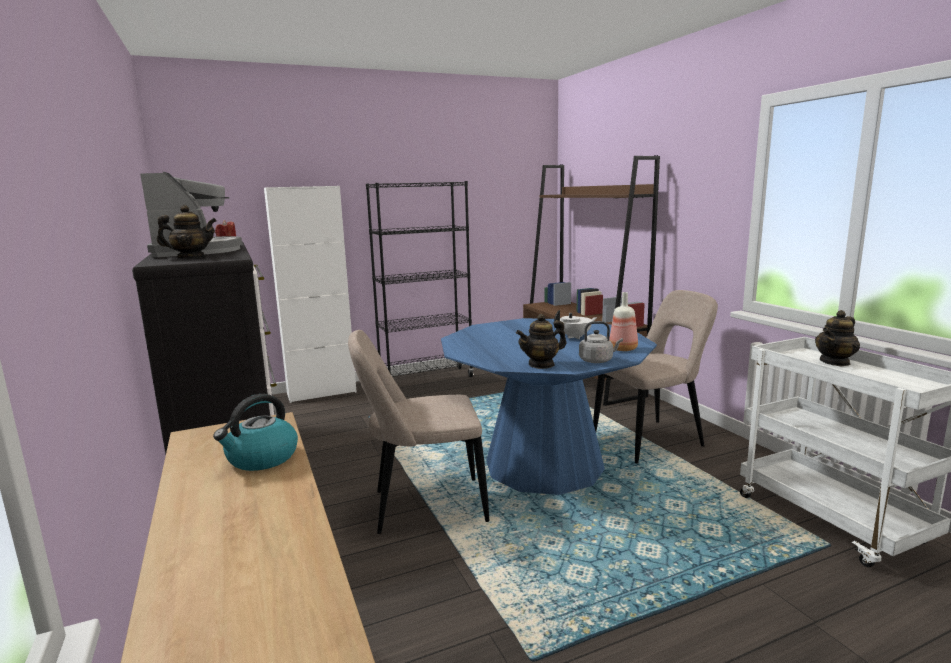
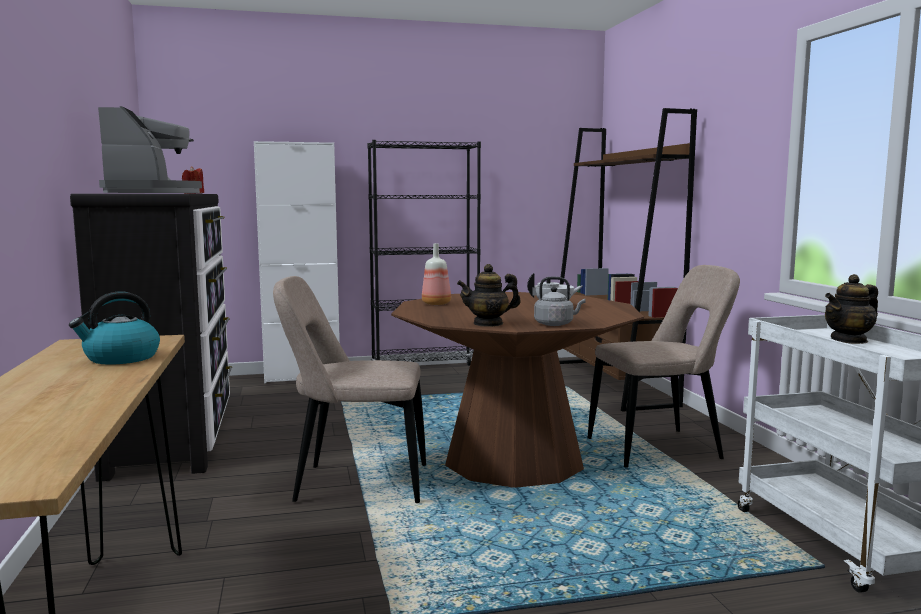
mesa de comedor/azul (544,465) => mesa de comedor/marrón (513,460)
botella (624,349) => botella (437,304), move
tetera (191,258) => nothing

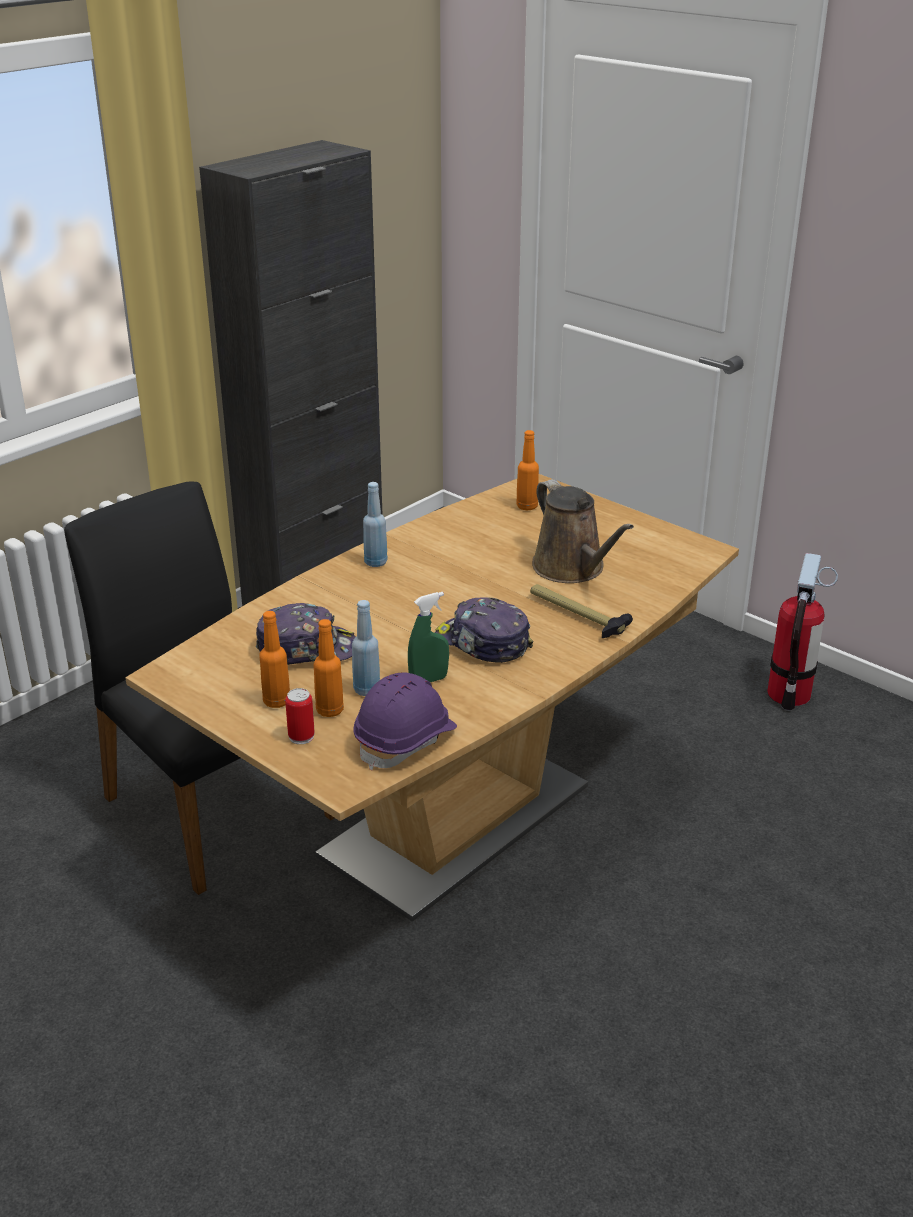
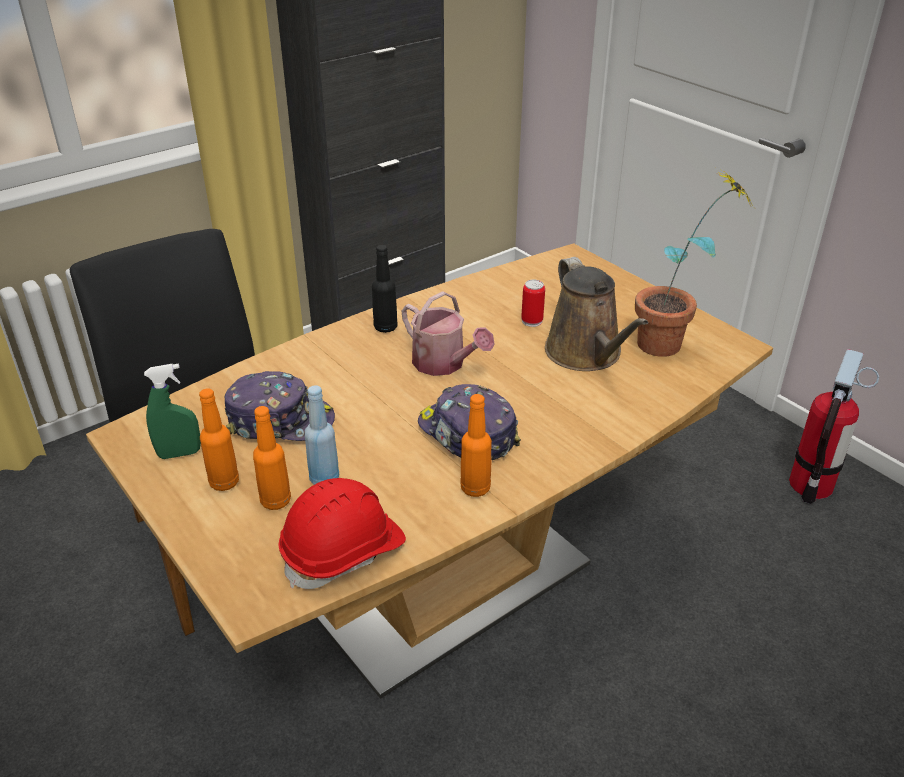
pulverizador/verde (428,680) => pulverizador/verde (179,453), move
casco/morado (406,740) => casco/rojo (344,552)
botella/azul (375,562) => botella/negro (386,327)
nothing => regadera (444,364)
botella/naranja (527,506) => botella/naranja (475,488), move
lata (301,736) => lata (532,321), move
nothing => planta en maceta (673,345)
martillo (576,615) => nothing

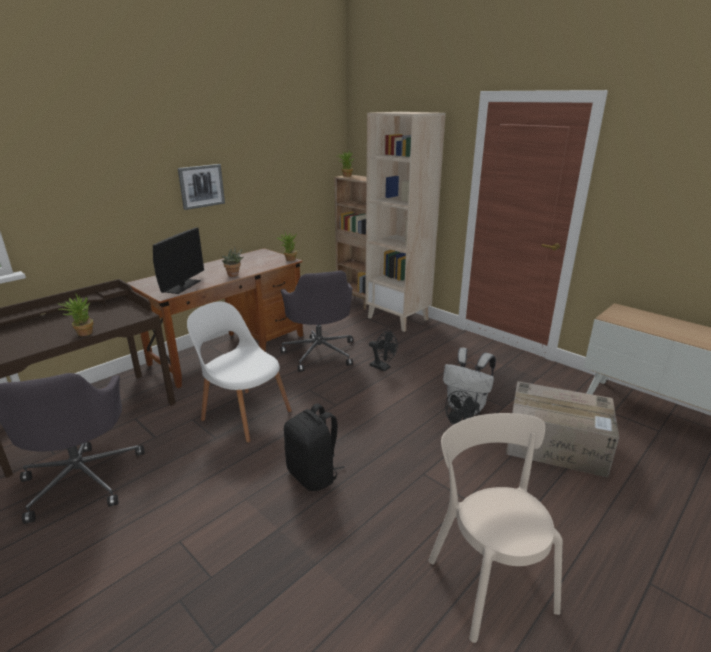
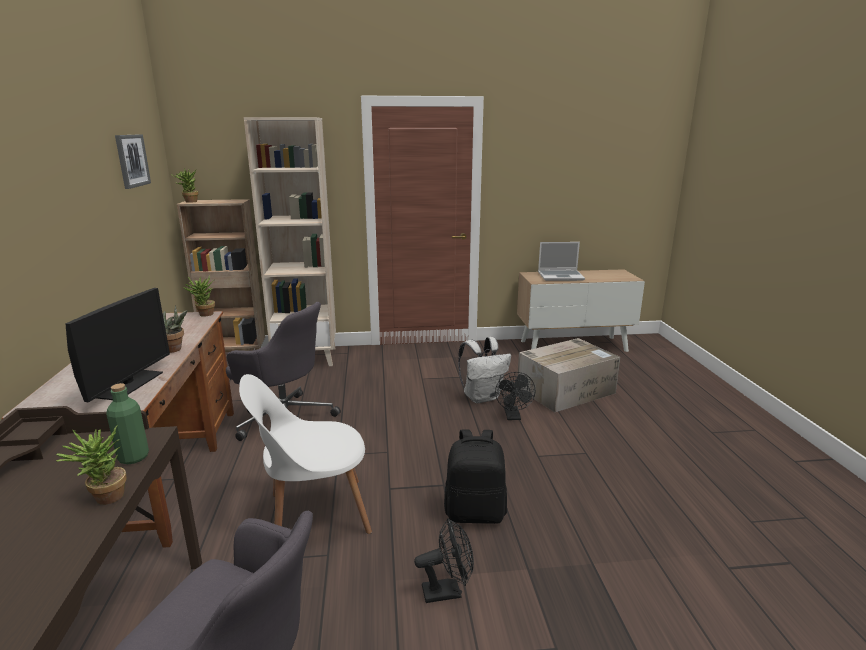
monitor (182,286) => monitor (129,384), 45 degrees clockwise
nothing => botella/verde (133,457)
cuadro (201,186) => cuadro (132,160), move
ventilador/negro (383,367) => ventilador/negro (447,591), move
nothing => portátil (561,276)
silla/beis (487,579) => nothing

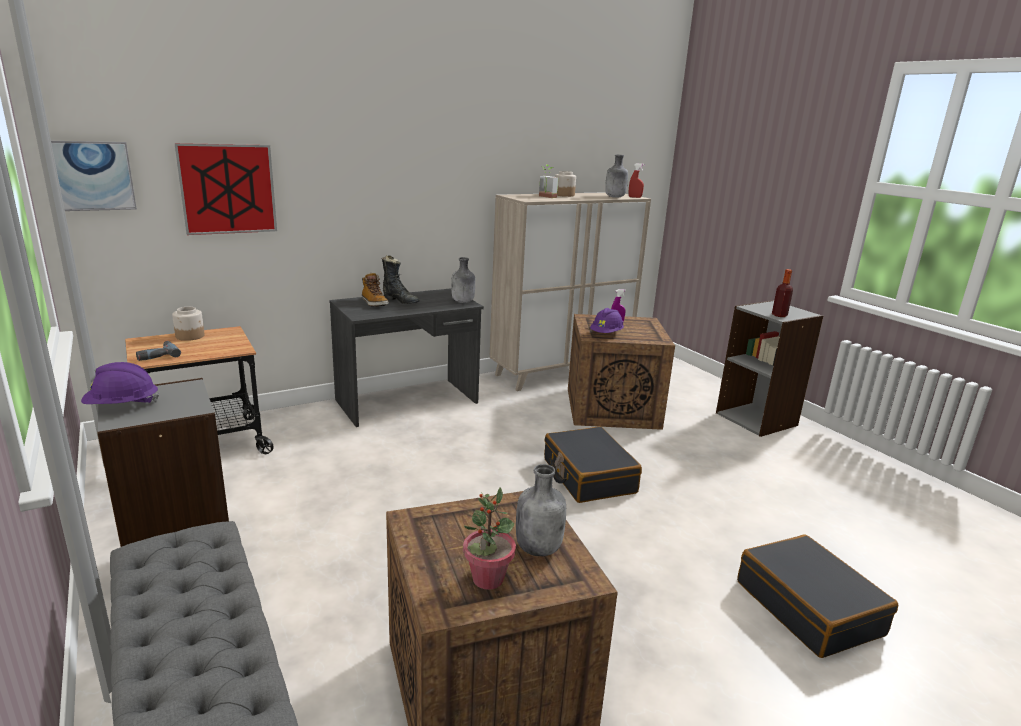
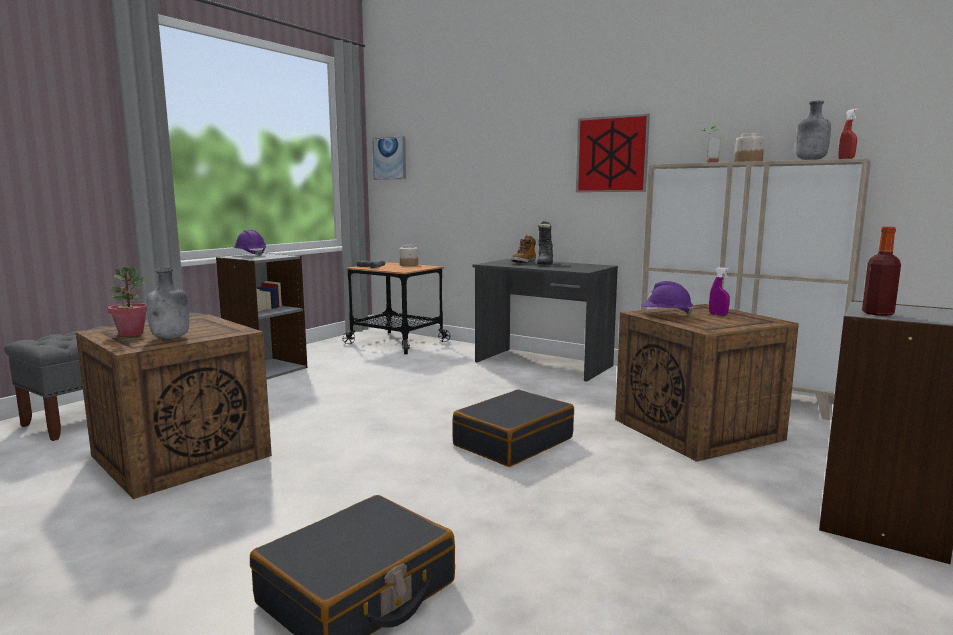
cuadro (228,189) => cuadro (612,154), move
botella/gris (463,302) => nothing

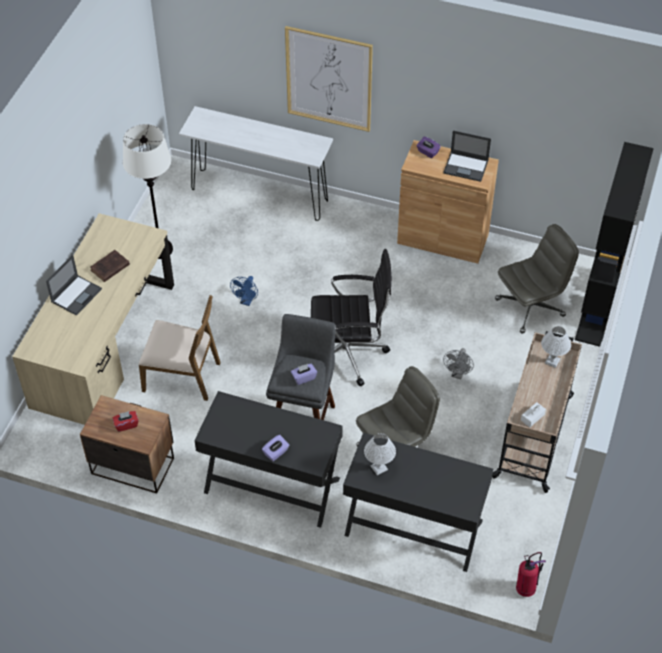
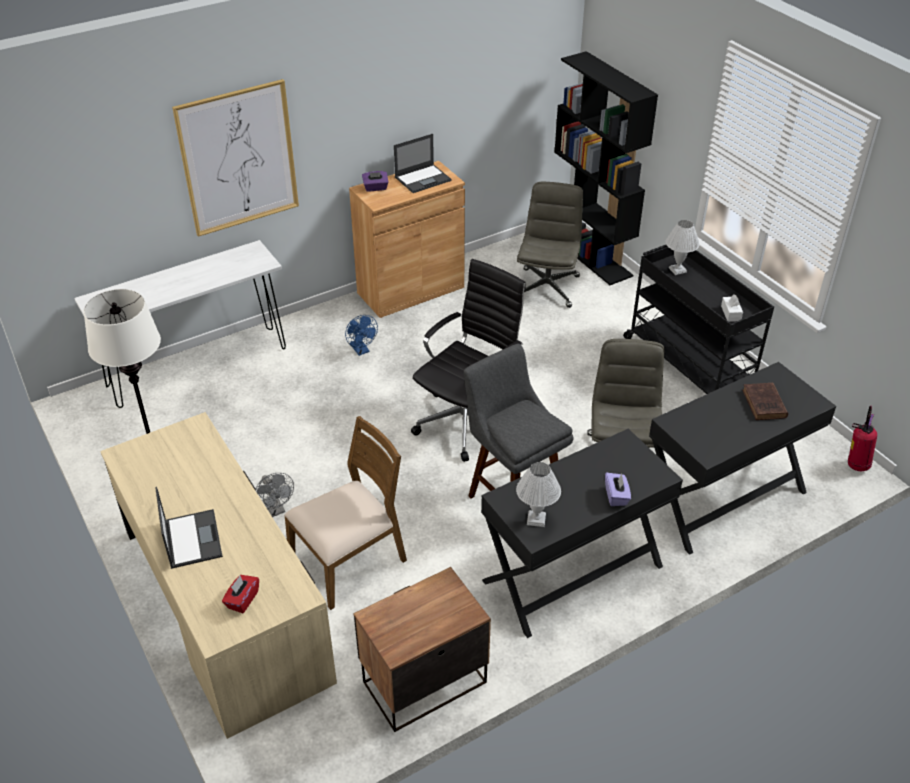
caja de pañuelos/rojo (126,424) => caja de pañuelos/rojo (242,600), move
ventilador/gris (457,374) => ventilador/gris (276,510), move
ventilador/azul (247,301) => ventilador/azul (361,350), move
lámpara de mesa/blanco (379,467) => lámpara de mesa/blanco (536,519), move
carrito/beis (534,435) => carrito/negro (688,363)
libro/marrón (109,268) => libro/marrón (764,405), move
caja de pañuelos/morado (304,377) => nothing

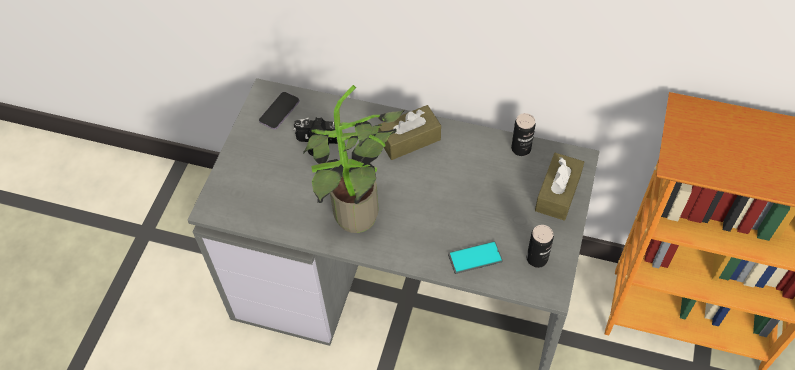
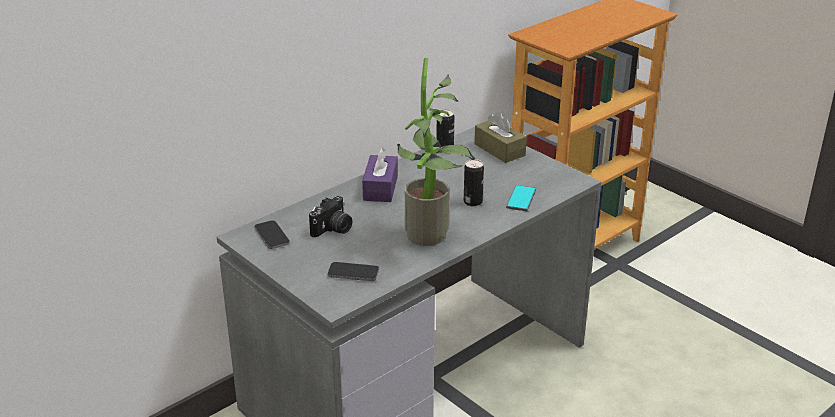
nothing => móvil (353,273)
caja de pañuelos/marrón (409,139) => caja de pañuelos/morado (380,188)
lata (537,258) => lata (473,202), move

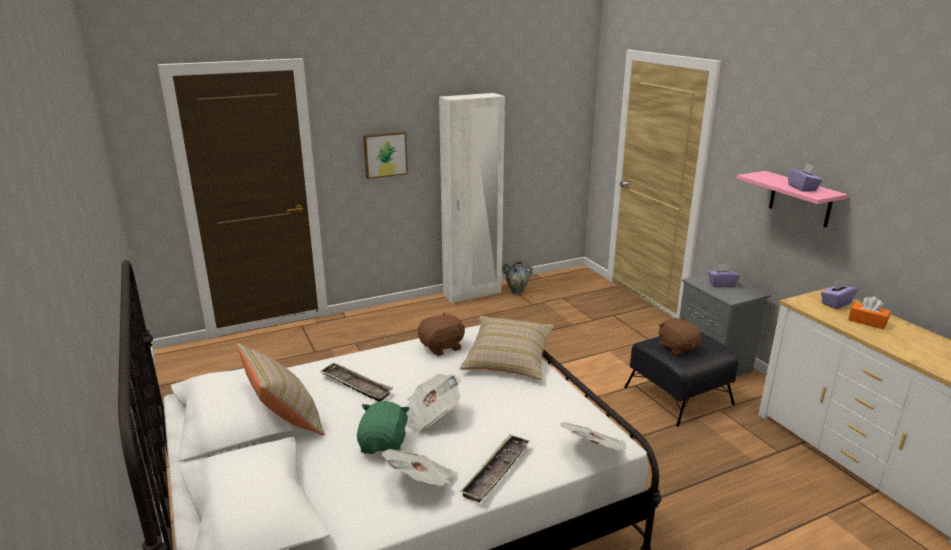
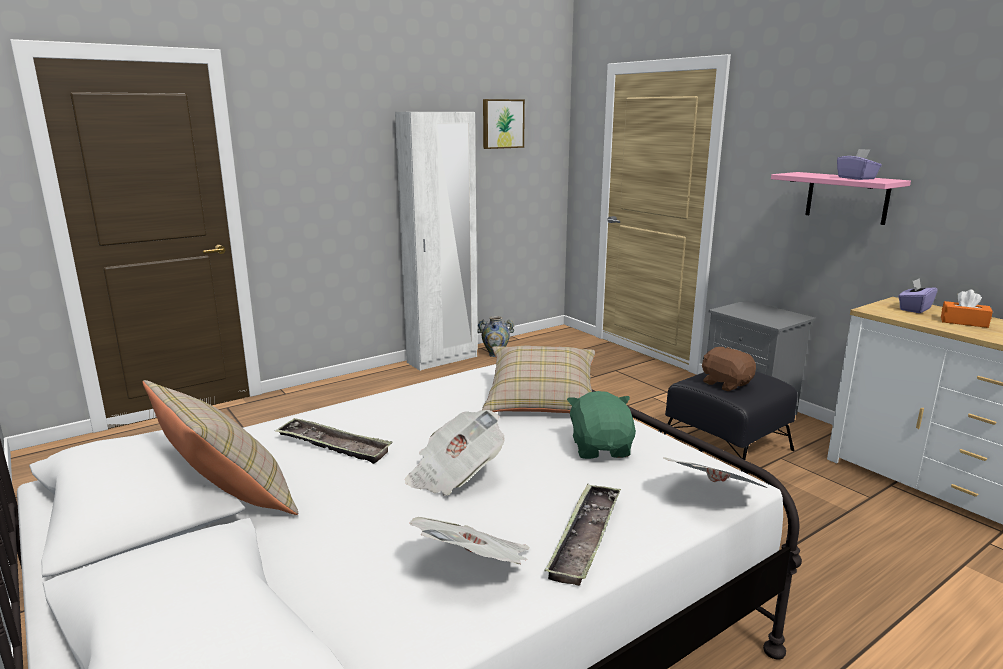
cuadro (385,154) => cuadro (502,124), move
peluche/verde (384,445) => peluche/verde (601,448), move
peluche/marrón (442,347) => nothing
caja de pañuelos/morado (722,284) => nothing

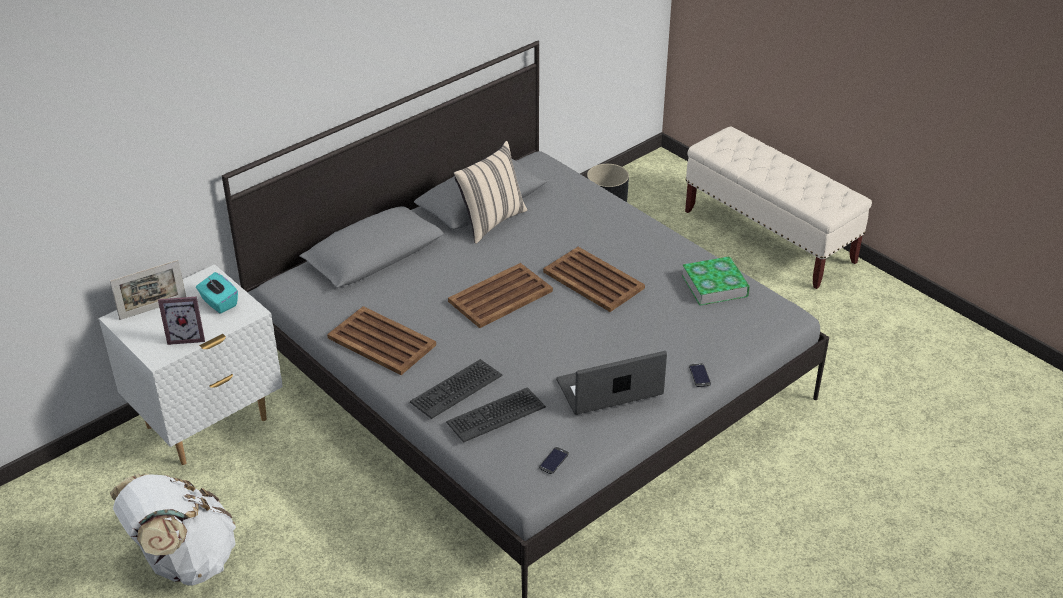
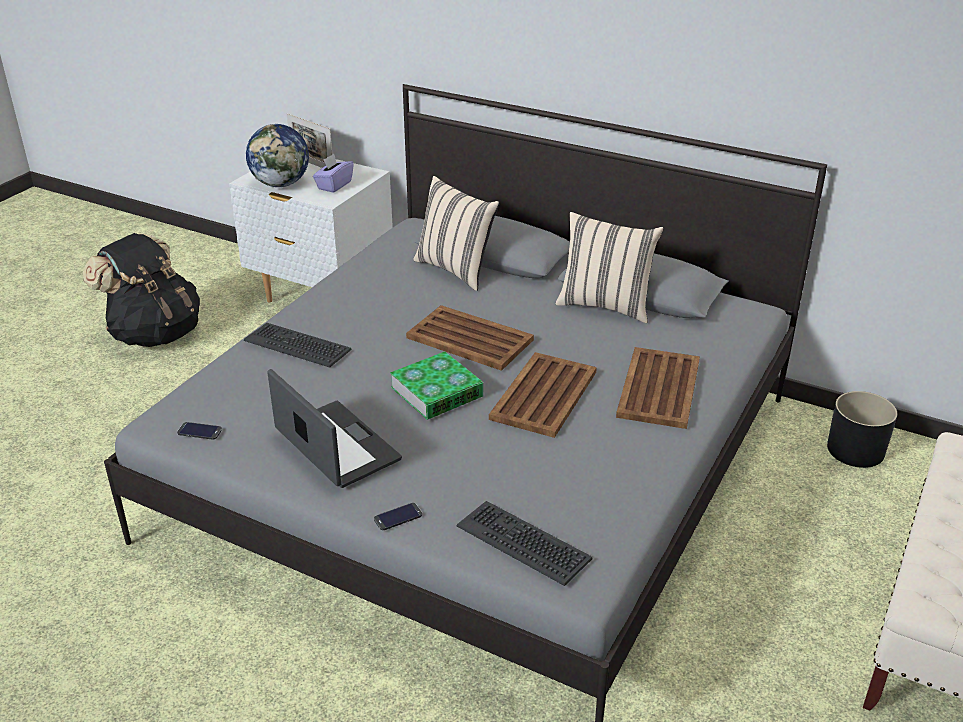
mochila/blanco (184,561) => mochila/negro (155,334)
portarretratos (187,336) => globo terráqueo (281,184)
caja de pañuelos/turquesa (219,303) => caja de pañuelos/morado (334,185)
libro (714,285) => libro (436,392), move
nothing => cojín/beis (456,269)
teclado (495,414) => teclado (524,542), move
bandeja/marrón (382,342) => bandeja/marrón (658,389), move

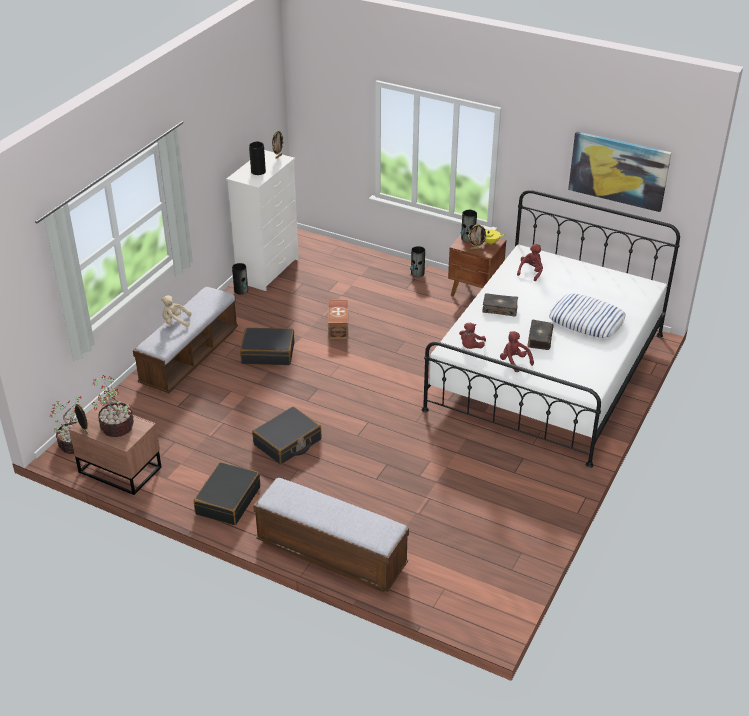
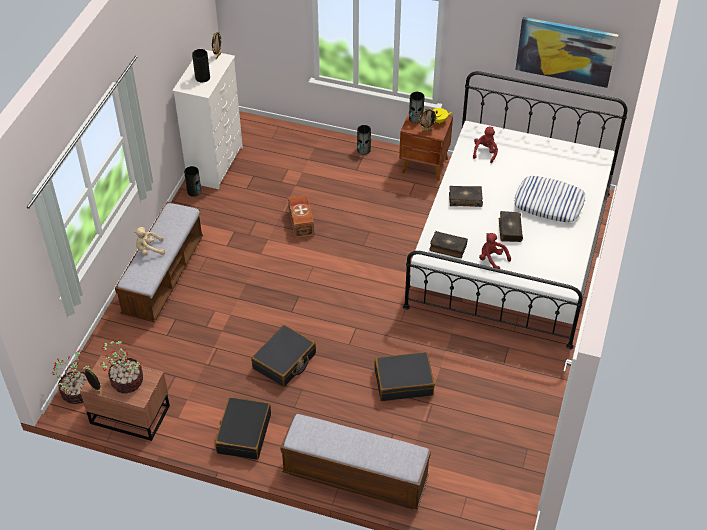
maleta/negro (268,353) => maleta/negro (403,382), move
peluche/rojo (471,347) => libro (448,247)

